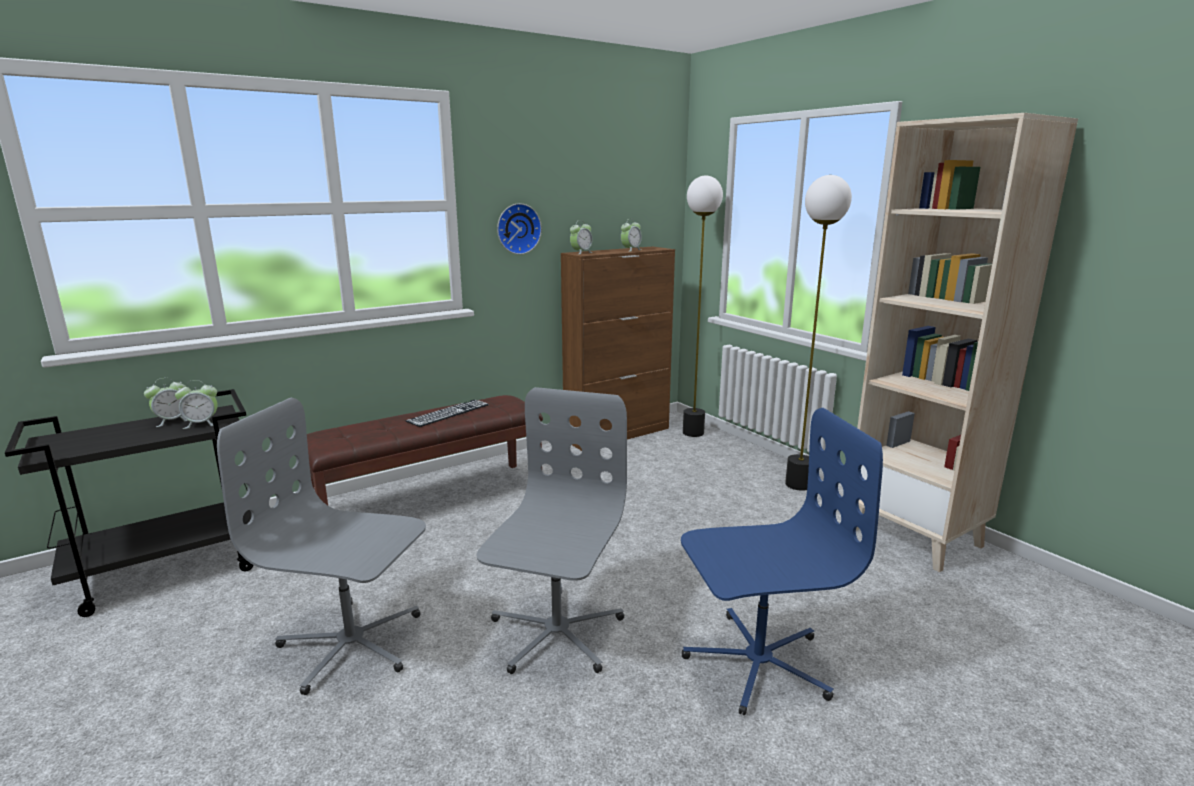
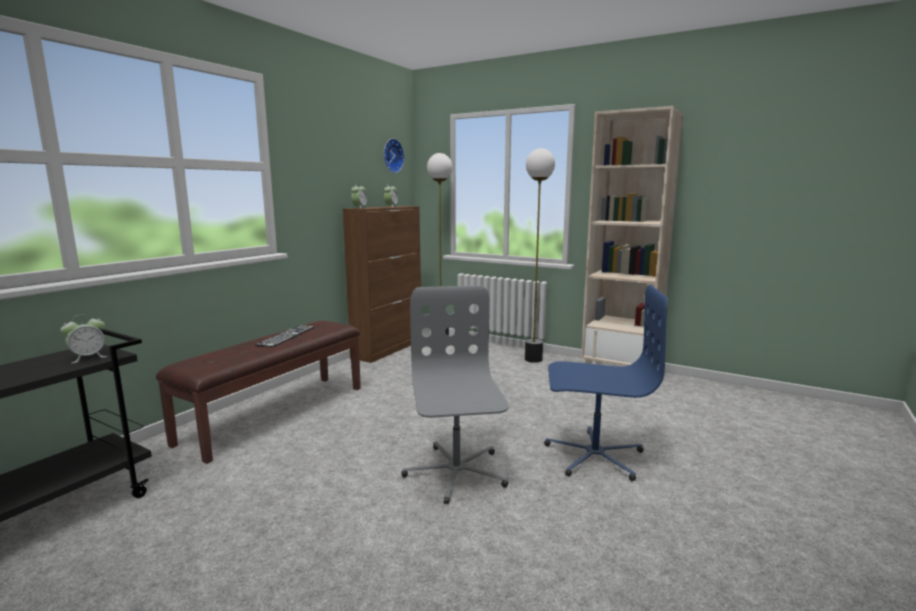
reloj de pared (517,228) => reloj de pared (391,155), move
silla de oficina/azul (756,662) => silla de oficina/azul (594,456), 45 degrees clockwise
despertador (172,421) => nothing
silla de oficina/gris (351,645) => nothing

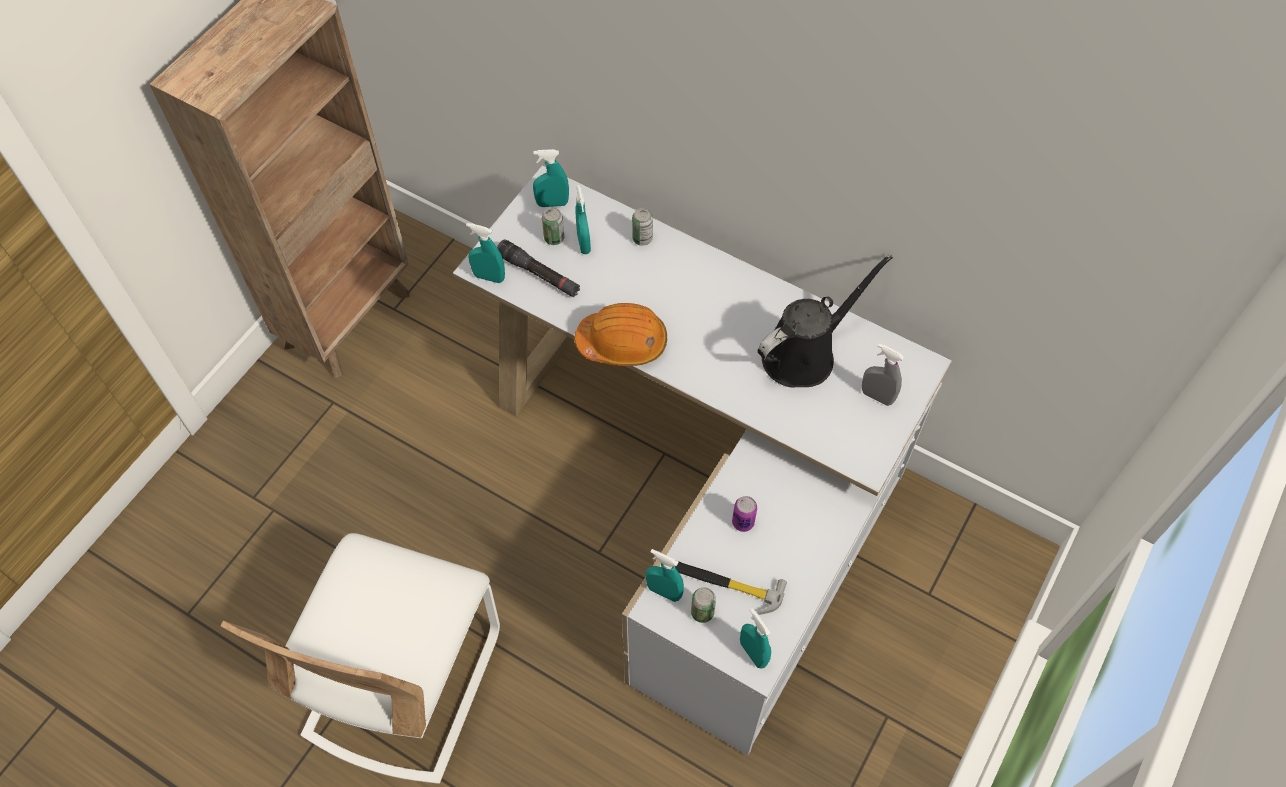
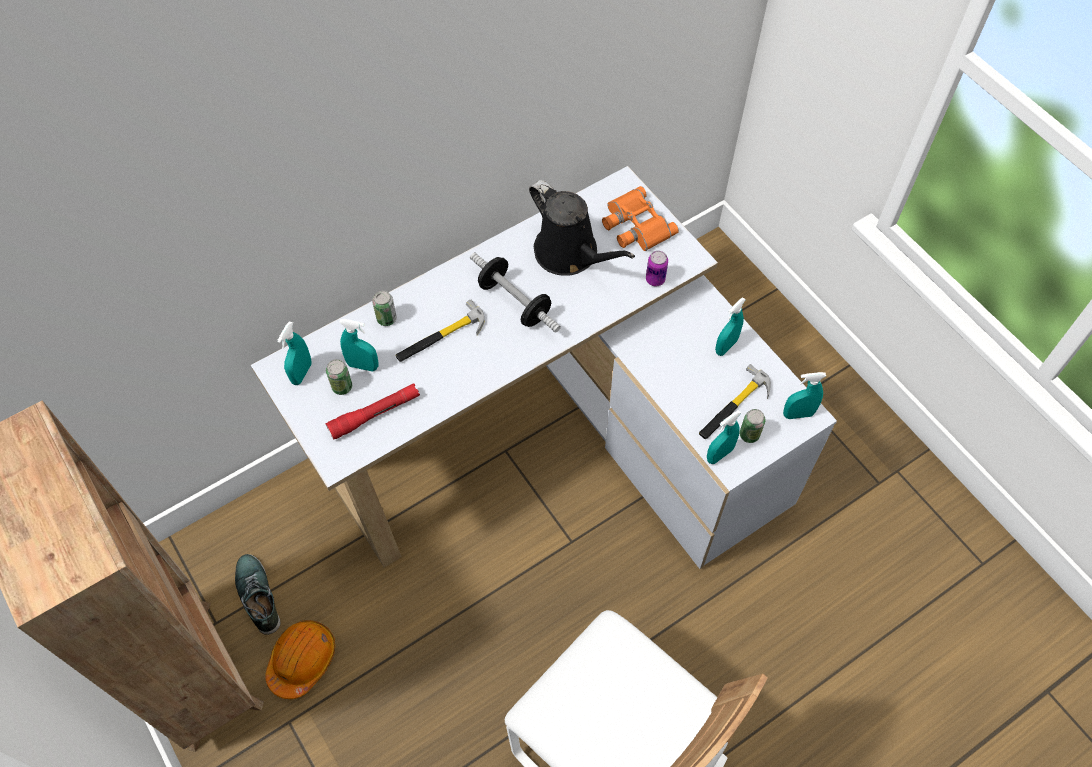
nothing => zapato (257,596)
casco/naranja (622,343) => casco/naranja (302,660), move
linterna/negro (539,274) => linterna/rojo (375,414)
nothing => martillo (441,337)
nothing => mancuerna (514,302)
regadera/negro (804,353) => regadera/negro (570,254), 150 degrees clockwise
pulverizador/gris (877,396) => prismáticos/naranja (635,225)
lata (743,522) => lata (655,279), move
pulverizador/turquesa (489,277) => pulverizador/turquesa (726,346), move

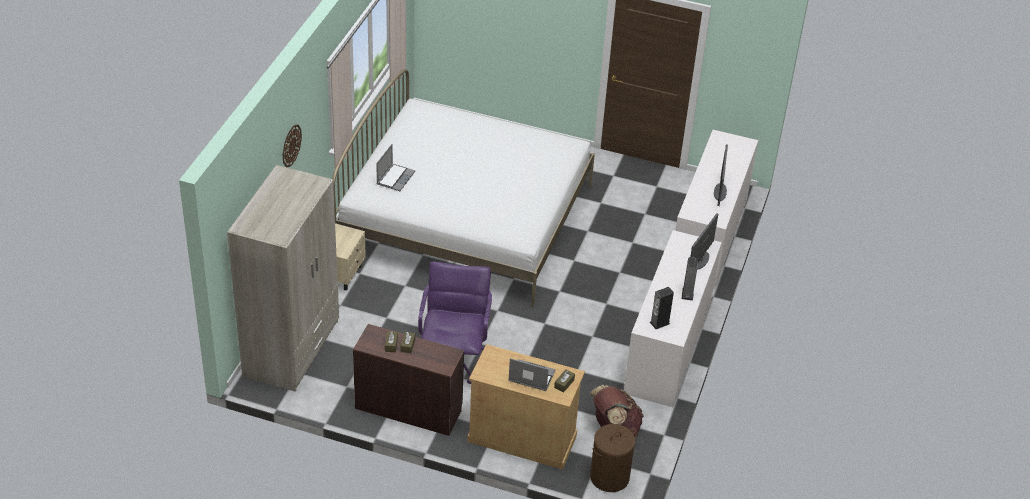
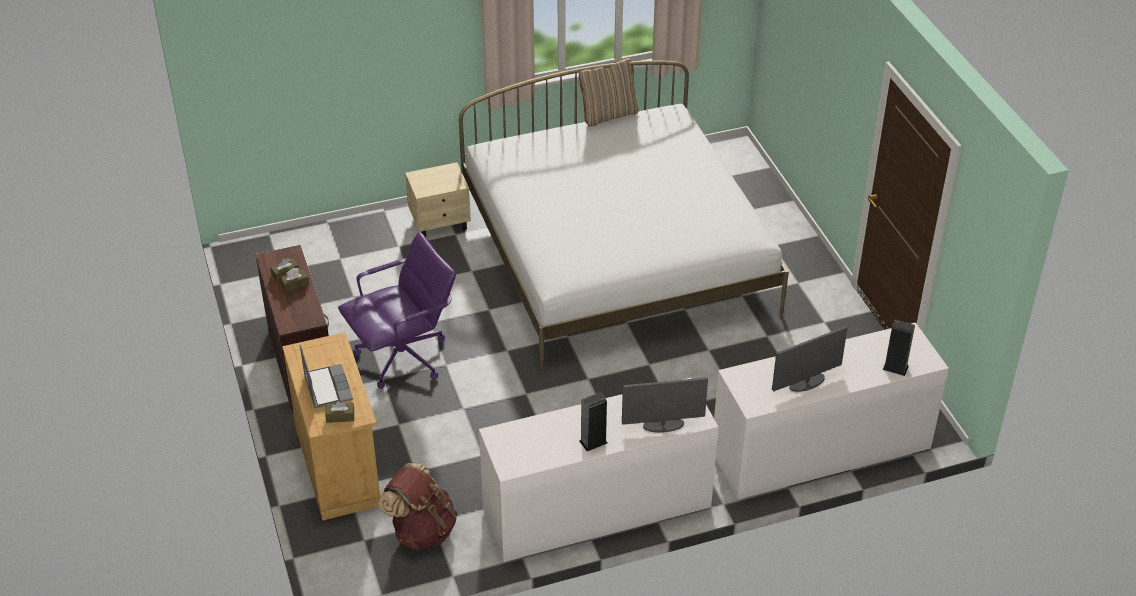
nothing => cojín/beis (608,114)
altavoz (659,323) => altavoz (895,367), move
armario ropero/beis (292,348) => nothing
reloj de pared (291,145) => nothing
portátil (395,178) => nothing
cesto de la ropa/marrón (609,477) => nothing

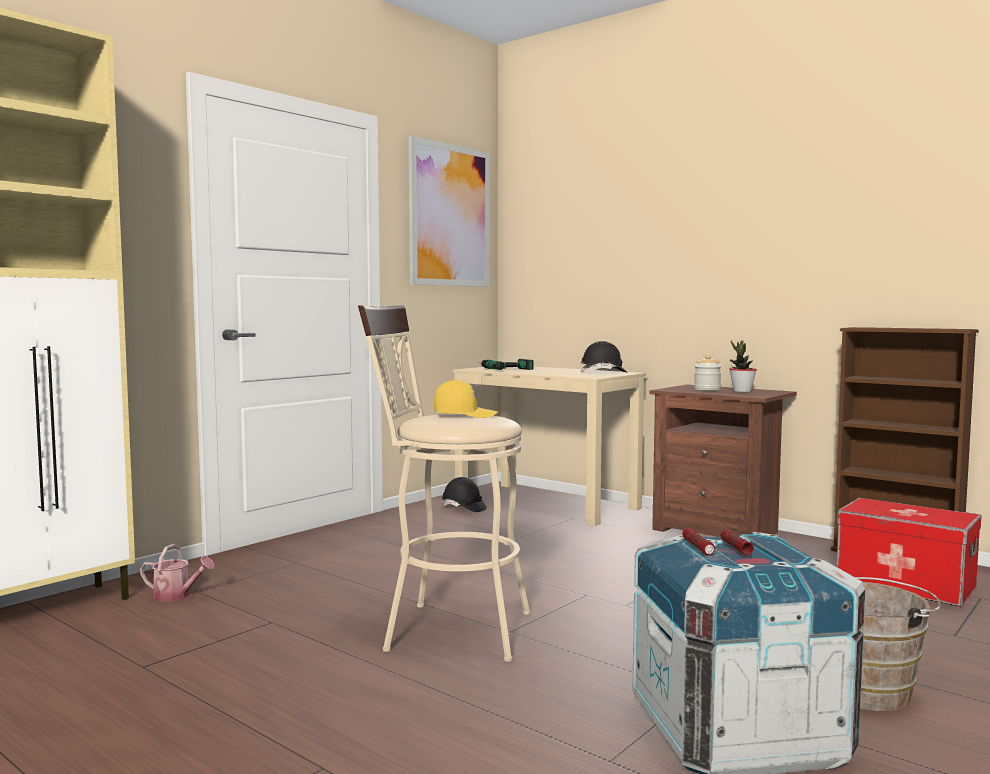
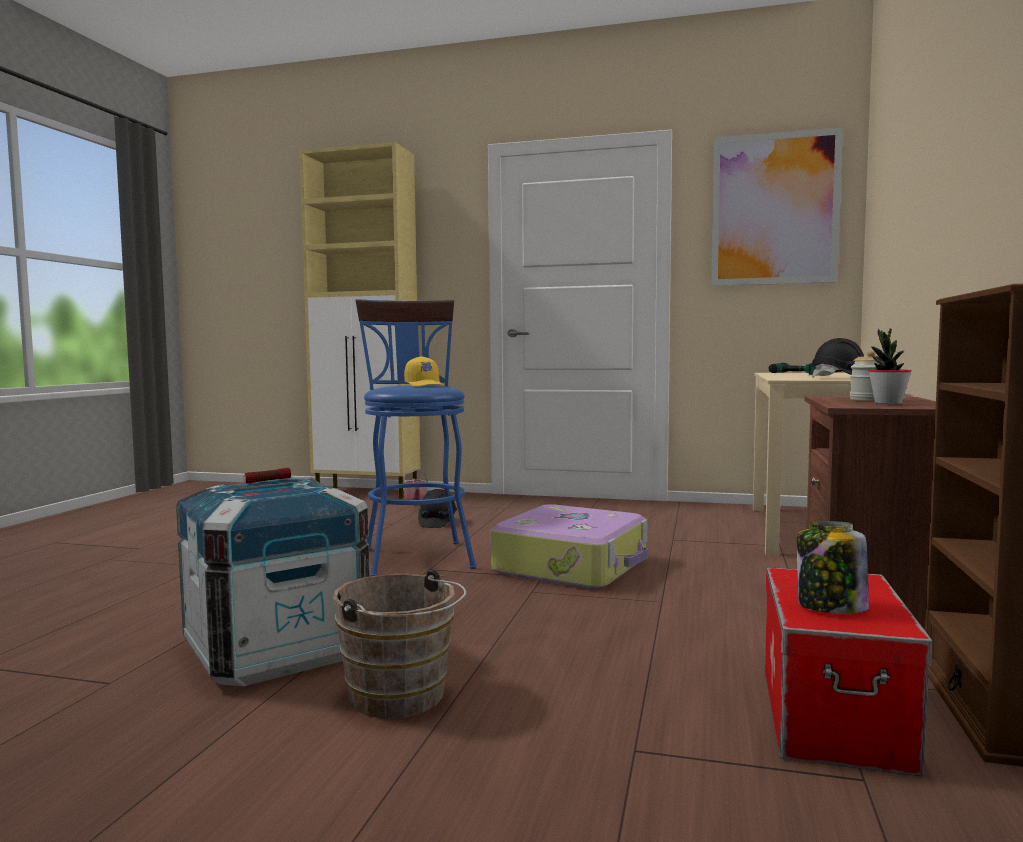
taburete/beis (446,630) => taburete/azul (416,555)
casco/negro (463,508) => casco/negro (437,522), move
nothing => maleta (572,566)
nothing => tarro (830,607)
linterna (736,548) => nothing

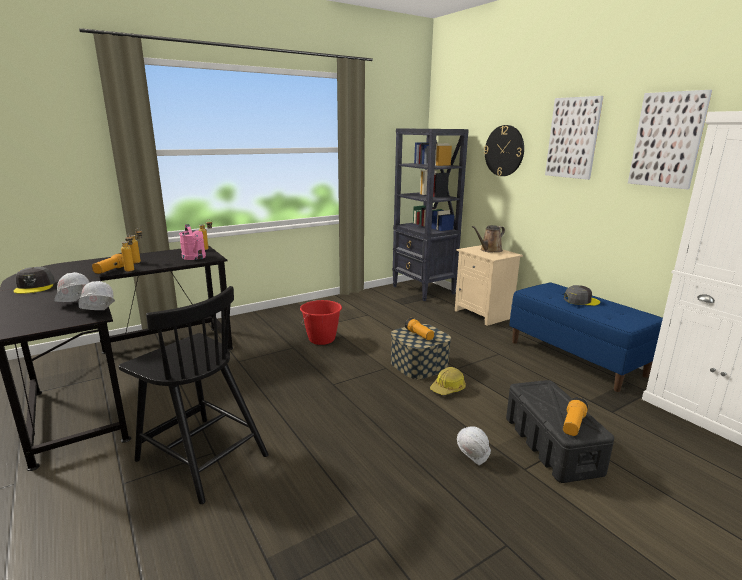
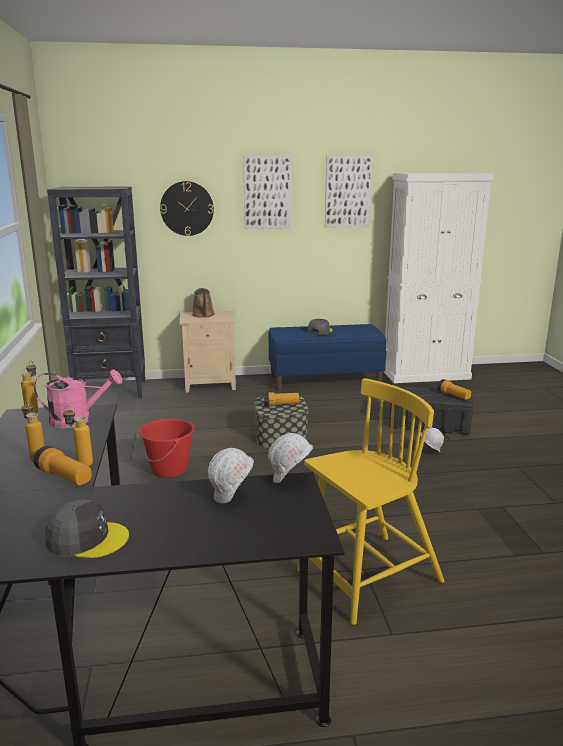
silla/negro (201,456) => silla/amarillo (368,577)
casco (448,388) => nothing

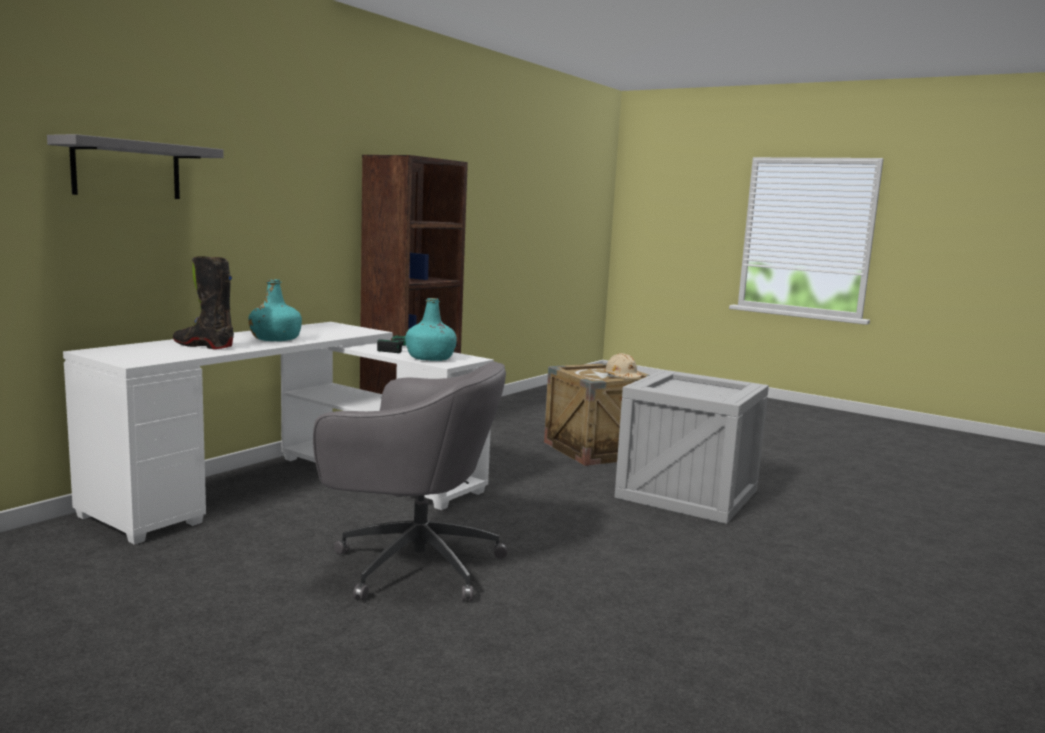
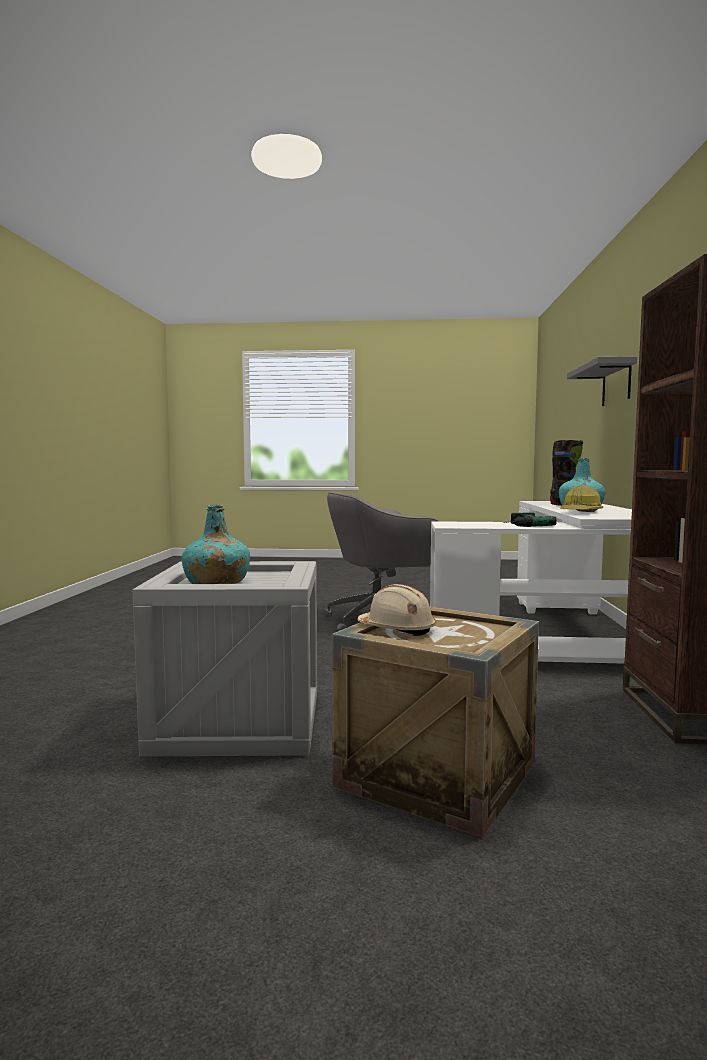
botella/turquesa (431,358) => botella/turquesa (216,583), move
nothing => casco (580,513)

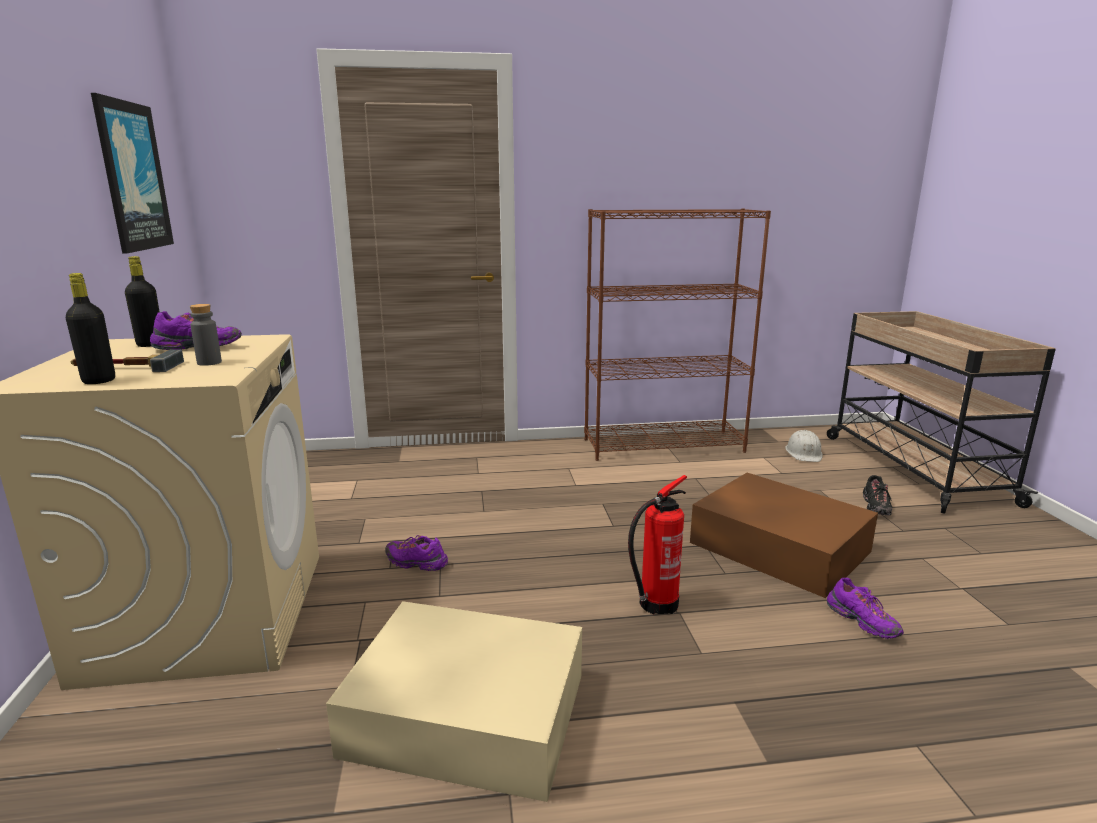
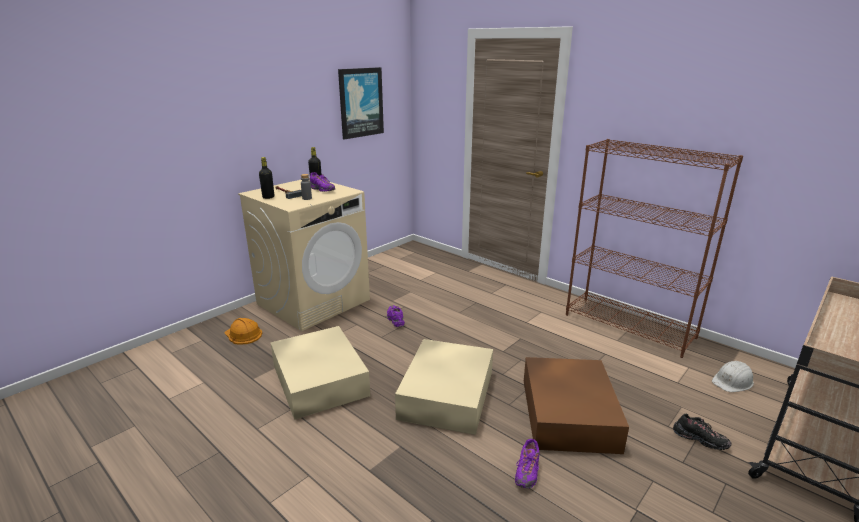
nothing => casco/naranja (243,334)
extintor (655,605) => caja de almacenaje/beis (448,393)
zapato/negro (875,507) => zapato/negro (699,439), 120 degrees counterclockwise

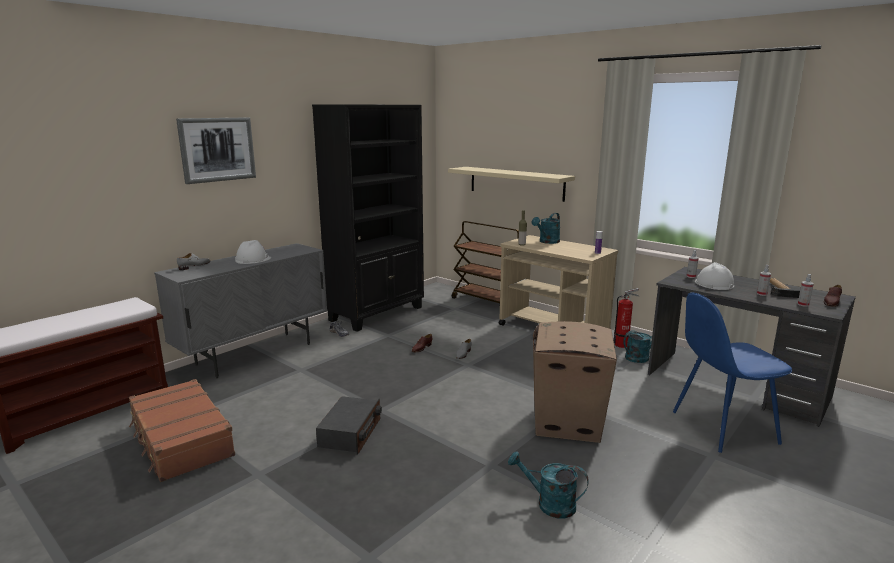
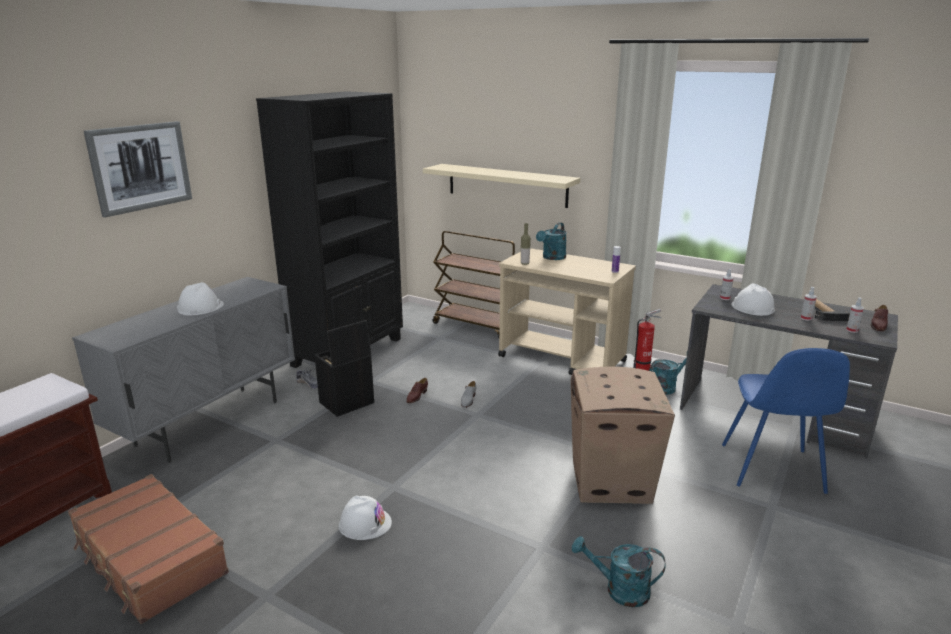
nothing => caja de almacenaje/negro (346,403)
radio (350,433) => casco/blanco (365,523)
silla/azul (721,427) => silla/azul (772,470), 60 degrees counterclockwise
zapato/gris (195,266) => nothing

